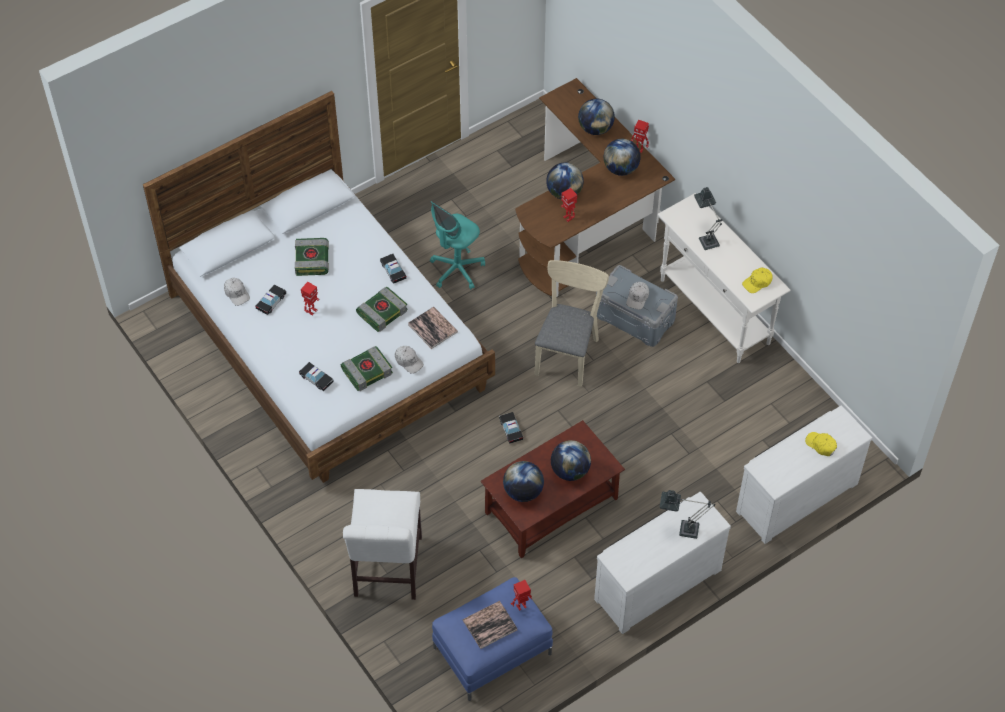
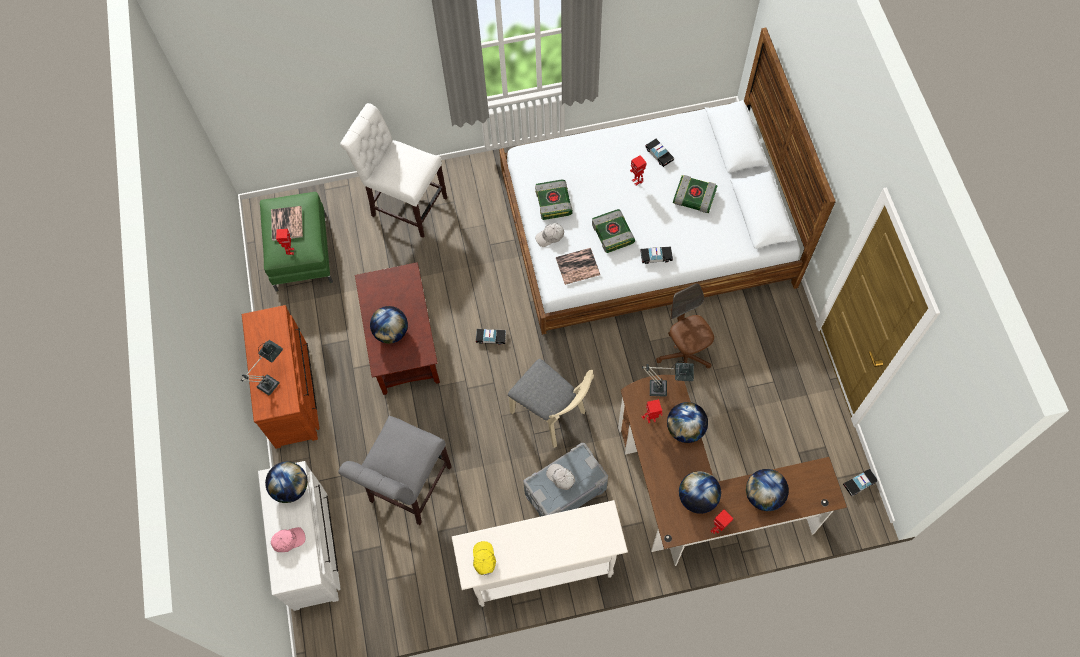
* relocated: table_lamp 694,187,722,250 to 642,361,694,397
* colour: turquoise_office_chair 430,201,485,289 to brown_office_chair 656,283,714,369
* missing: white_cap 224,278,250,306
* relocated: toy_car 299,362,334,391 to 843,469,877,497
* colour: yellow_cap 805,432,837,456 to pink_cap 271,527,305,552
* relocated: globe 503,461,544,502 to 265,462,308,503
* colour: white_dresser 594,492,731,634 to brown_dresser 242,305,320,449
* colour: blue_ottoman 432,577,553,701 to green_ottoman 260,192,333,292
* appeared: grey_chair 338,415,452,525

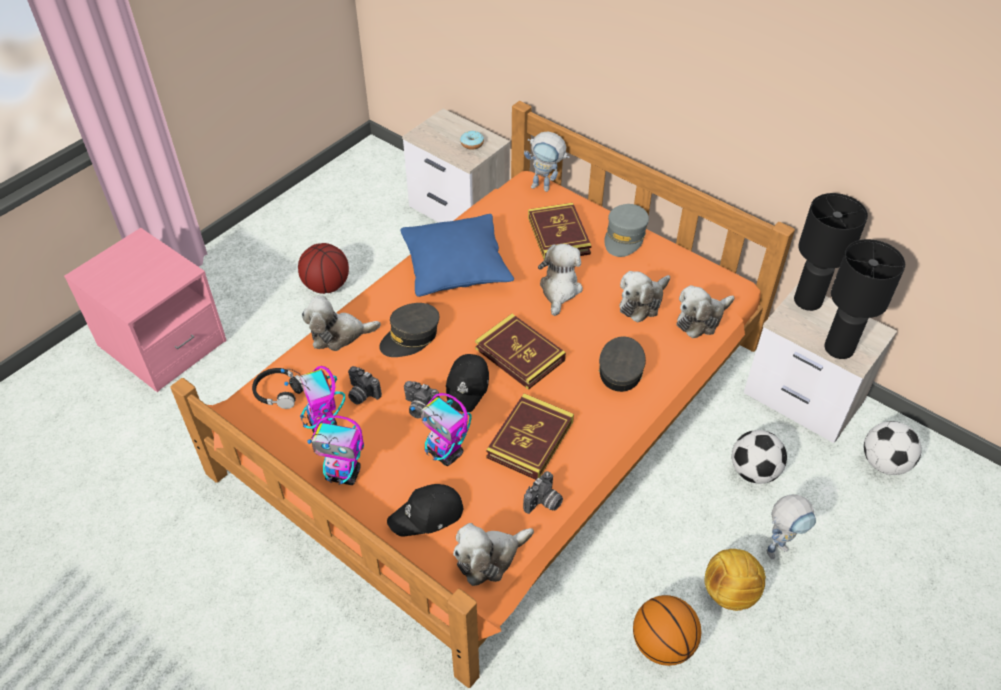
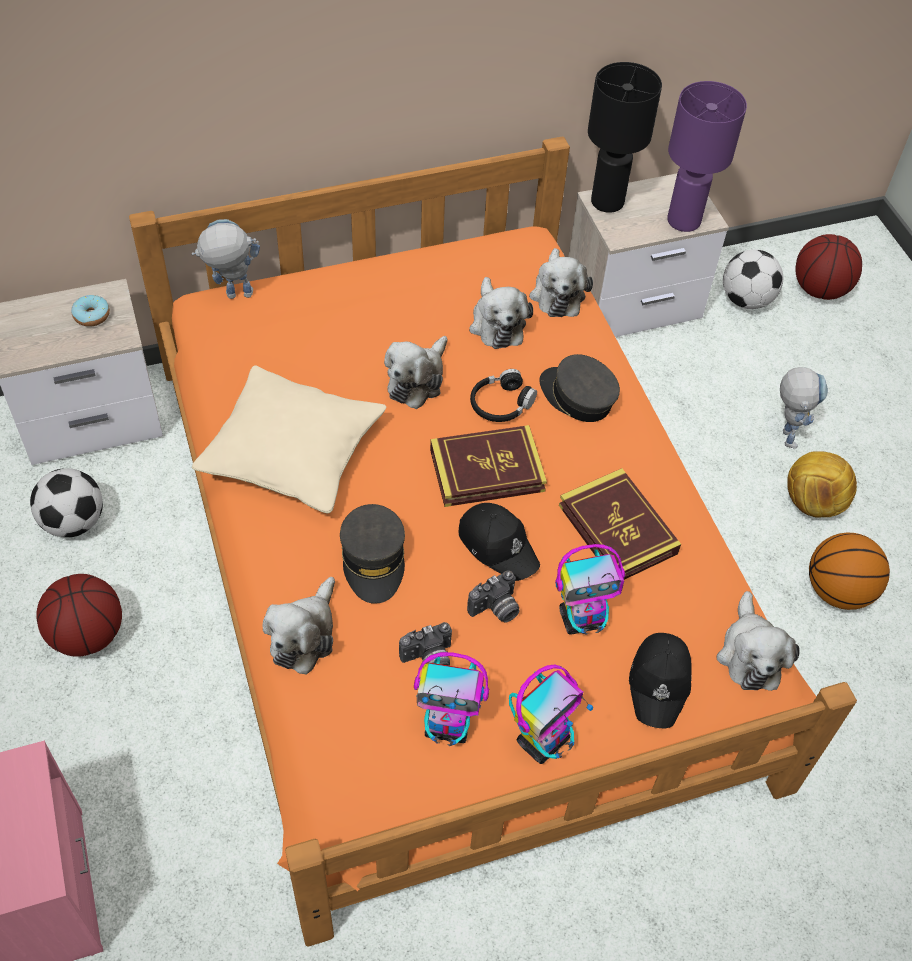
* spun: toy_robot 524,131,570,192 = 192,219,260,299 150 degrees counterclockwise
* missing: book 528,203,592,259
* missing: grey_cap 604,204,649,257
* colour: blue_pillow 400,214,514,297 to beige_pillow 192,365,386,513
* colour: black_table_lamp 824,239,905,359 to purple_table_lamp 667,81,747,232
* spun: plush_toy 538,244,583,316 = 384,336,448,409 105 degrees counterclockwise
* relocated: black_headphones 252,368,304,409 to 470,369,537,422
* relocated: football 732,430,787,484 to 30,468,103,537
* missing: photo_camera 523,471,563,514
* appeared: basketball 796,234,862,300

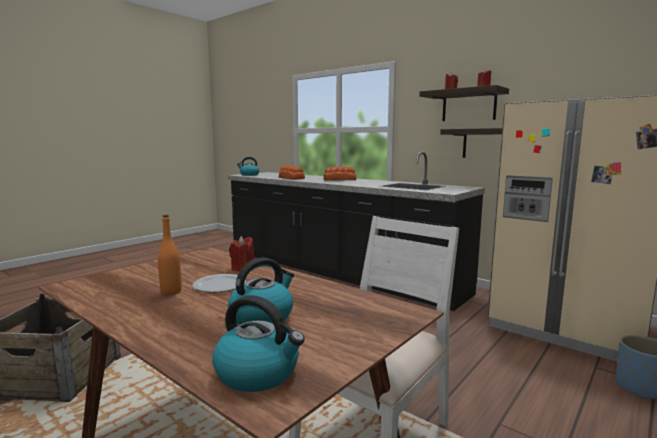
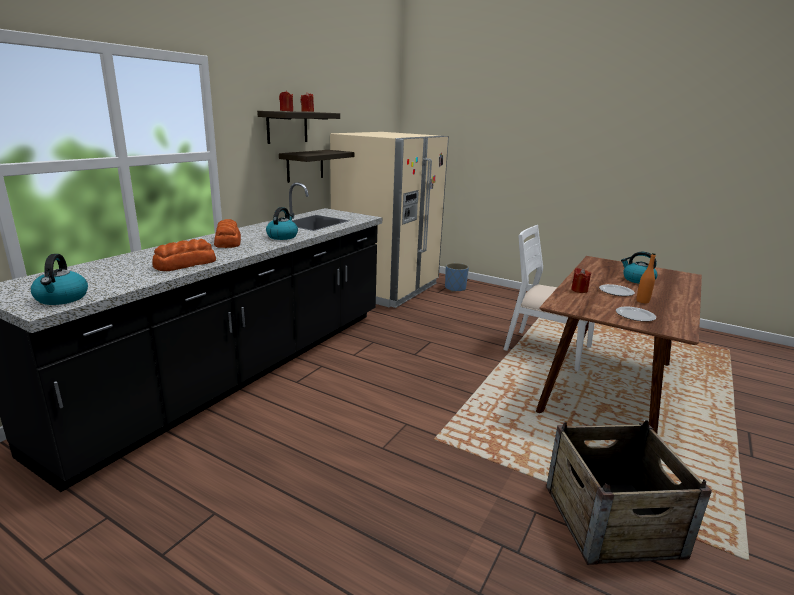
* relocated: kettle 212,295,305,392 to 266,207,298,240
* appeared: plate 616,307,656,322

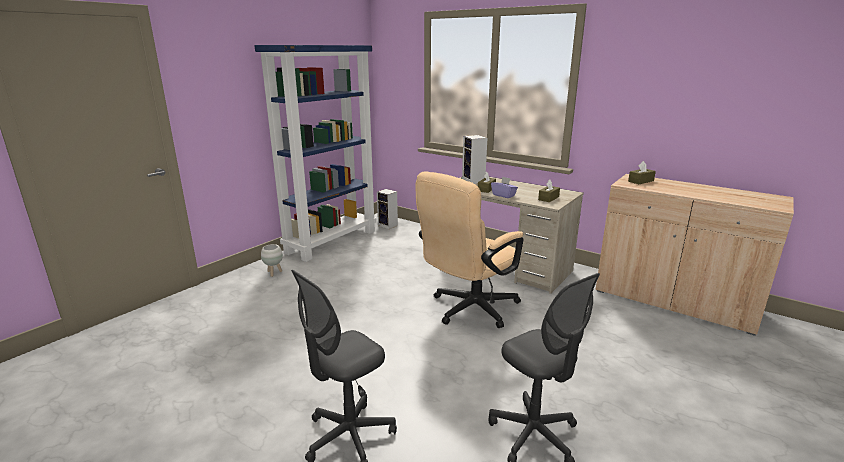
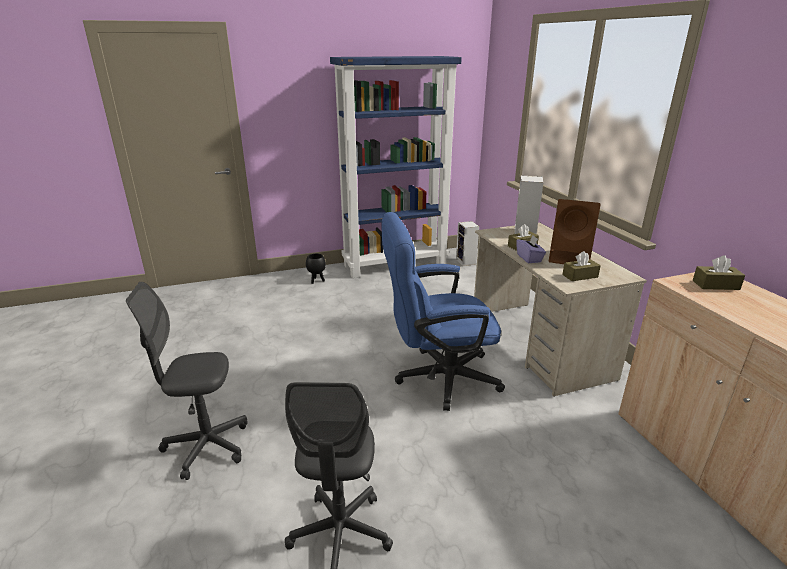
* colour: beige_office_chair 415,172,523,328 to blue_office_chair 381,212,505,411
* colour: white_planter 261,244,283,277 to black_planter 306,254,326,284
* appeared: brown_speaker 549,199,601,264

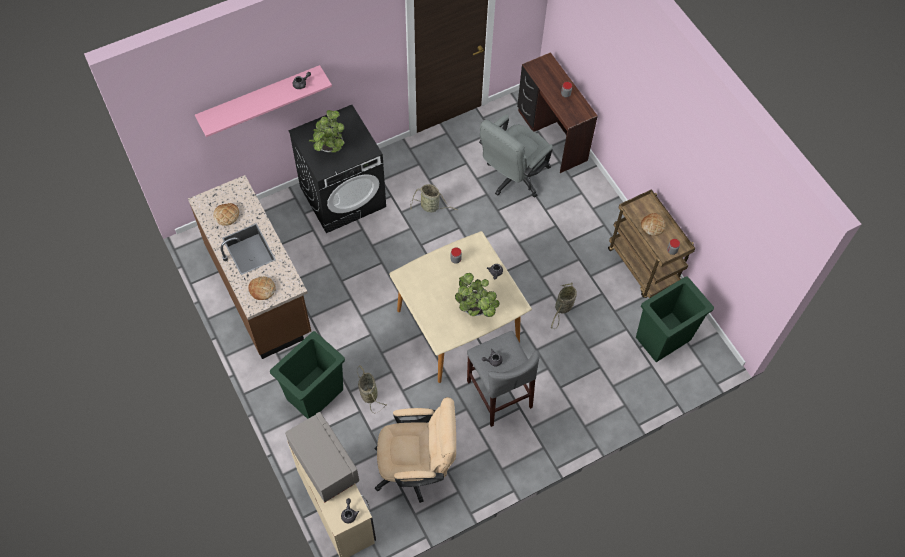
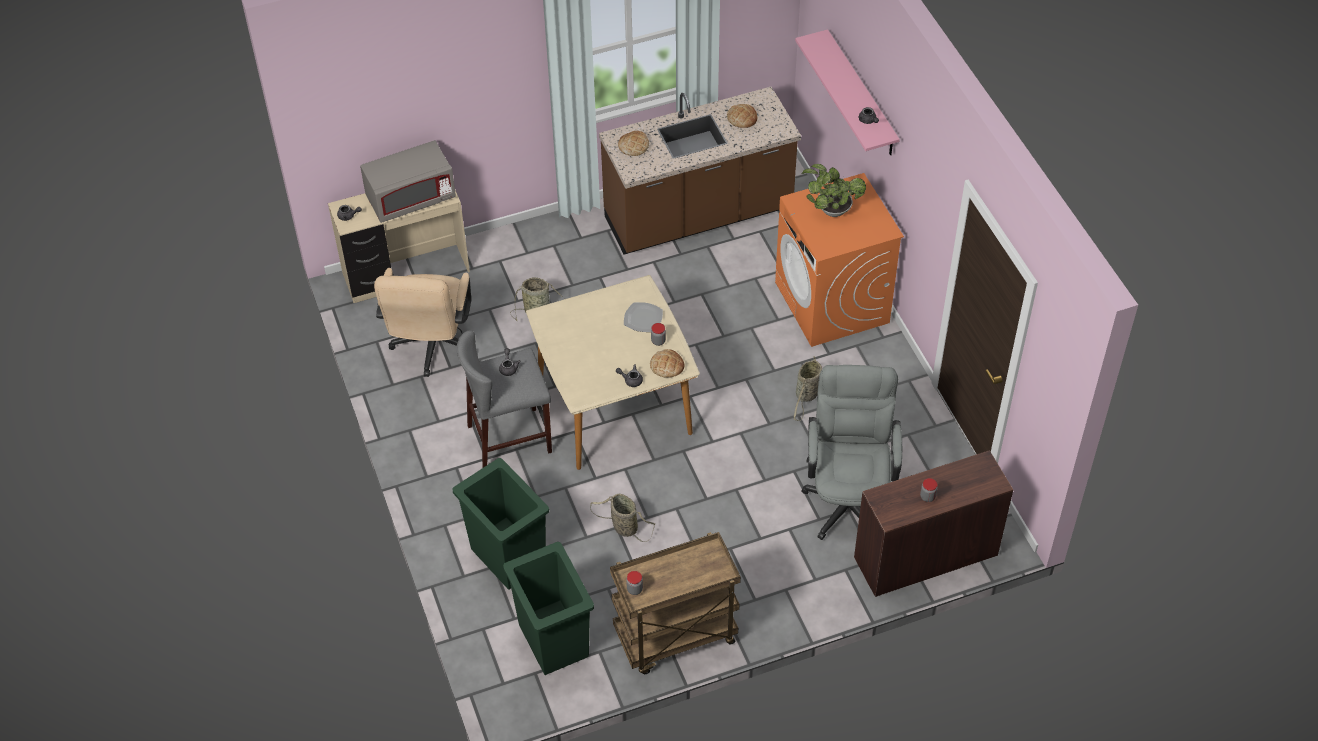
* colour: black_washing_machine 289,105,386,233 to orange_washing_machine 775,173,904,347
* spun: grey_office_chair 479,114,553,197 = 801,365,902,540 45 degrees clockwise
* relocated: bread 641,213,666,236 to 650,349,684,378
* missing: potted_plant 455,273,500,317
* relocated: green_trash_can 270,331,345,419 to 452,458,549,590
* appeared: plate 624,302,663,332

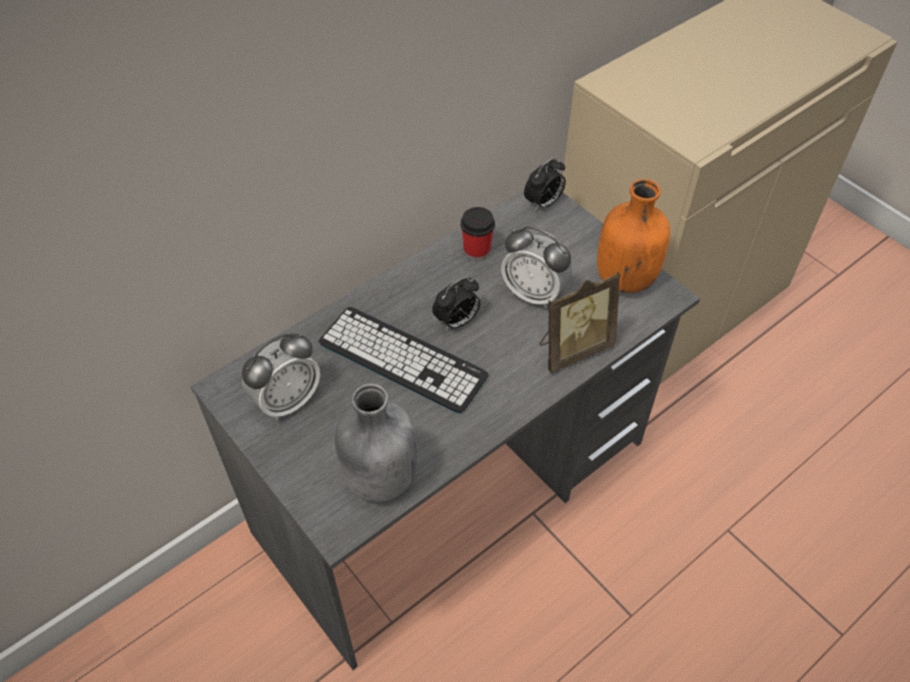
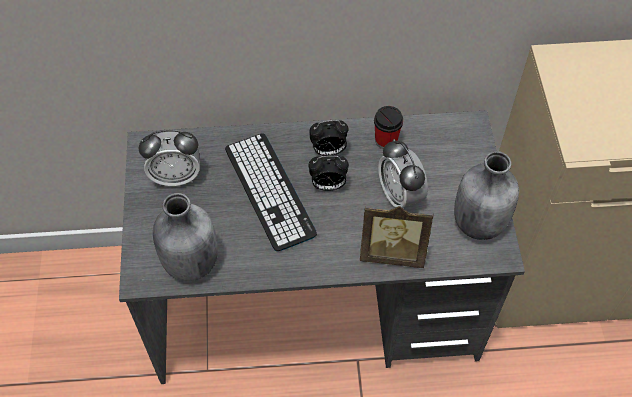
* relocated: alarm_clock 524,157,566,211 to 309,120,349,156
* colour: orange_bottle 597,179,670,293 to grey_bottle 454,151,519,240

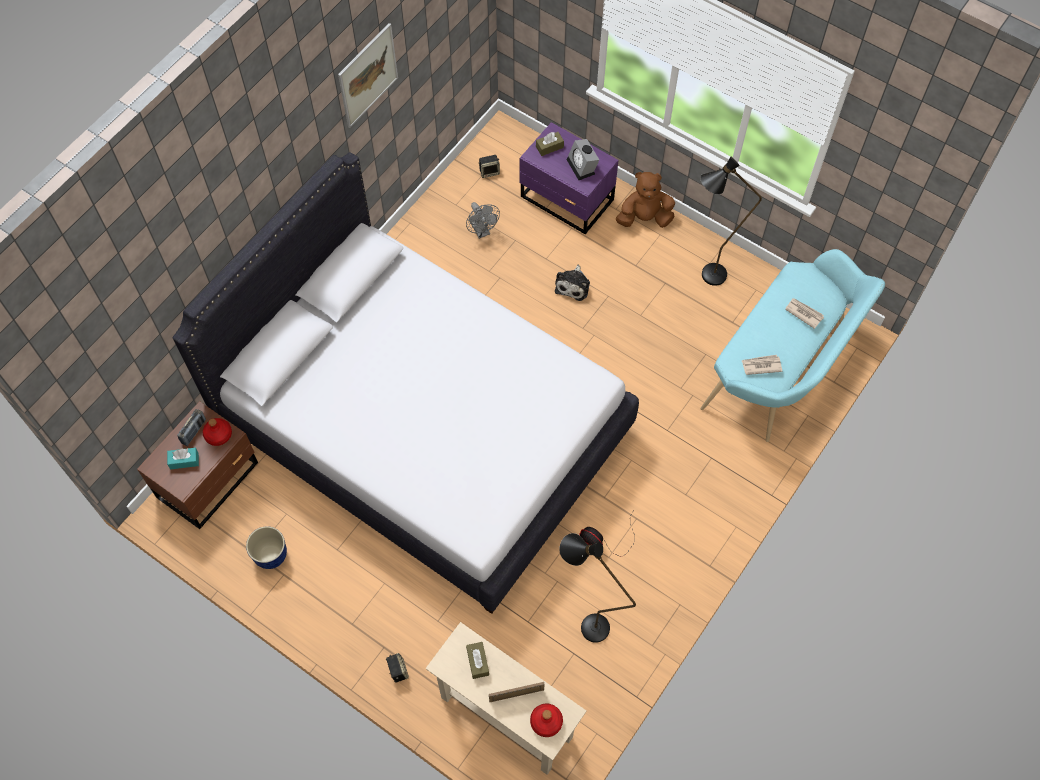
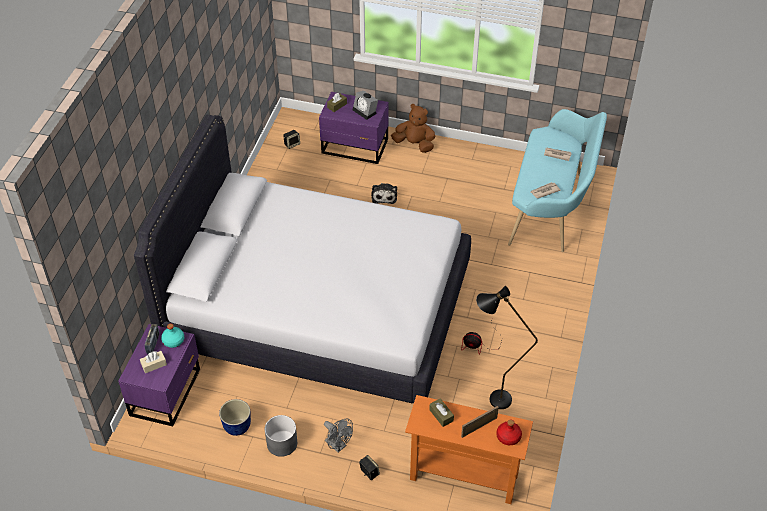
* missing: picture 338,23,398,128
* missing: black_floor_lamp 700,157,762,286
* spun: brown_plush_toy 616,172,675,228 = 391,104,435,153 45 degrees clockwise
* relocated: grey_fan 466,202,500,239 to 324,419,353,453
* colour: brown_nightstand 137,401,258,529 to purple_nightstand 118,324,200,426
* colour: red_bottle 203,418,232,446 to turquoise_bottle 161,324,184,348
* colour: turquoise_tissue_box 167,448,199,469 to beige_tissue_box 140,351,167,373
* colour: beige_console_table 426,622,587,775 to orange_console_table 405,395,533,504
* appeared: grey_planter 265,415,297,457

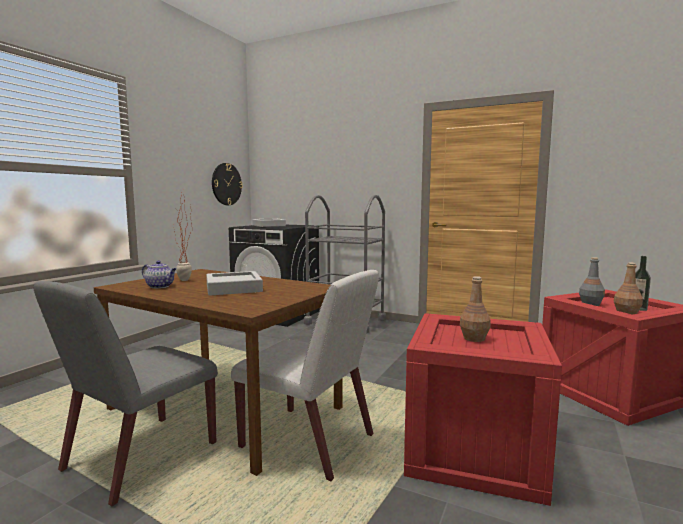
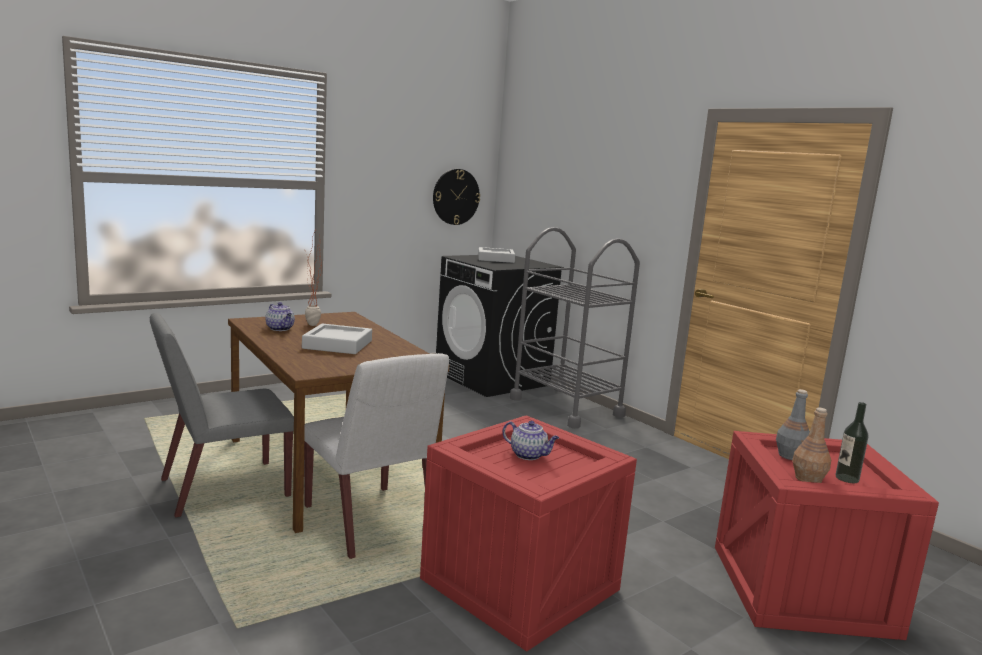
* exchanged: brown_bottle 460,276,490,342 to teapot 503,421,559,460

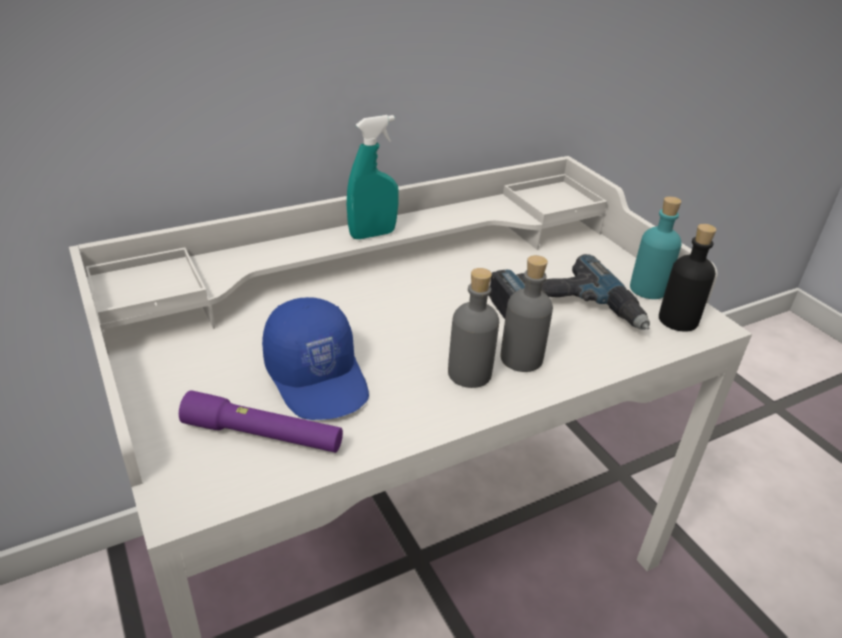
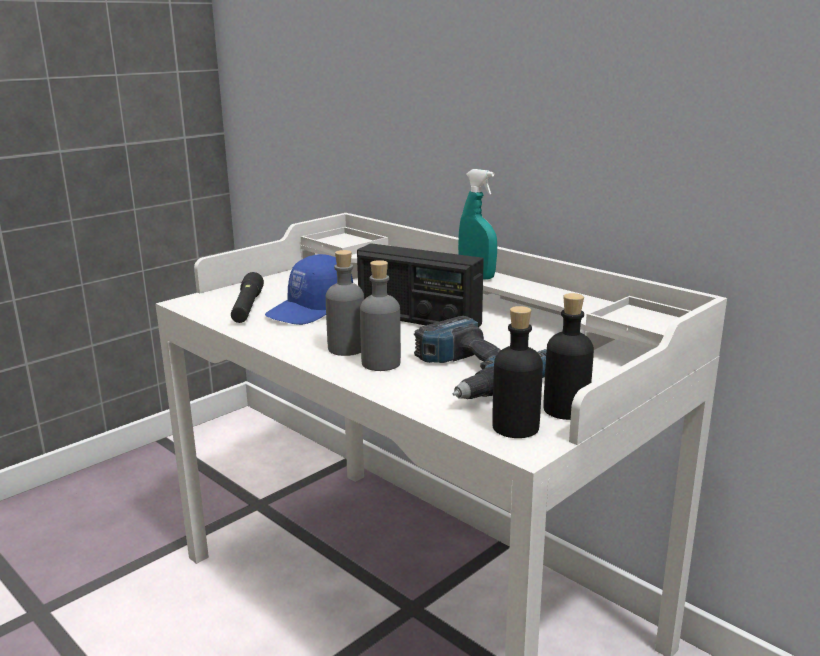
* colour: turquoise_bottle 630,196,682,299 to black_bottle 543,293,594,420
* colour: purple_flashlight 179,390,343,453 to black_flashlight 231,272,264,323
* appeared: radio 357,243,484,327

